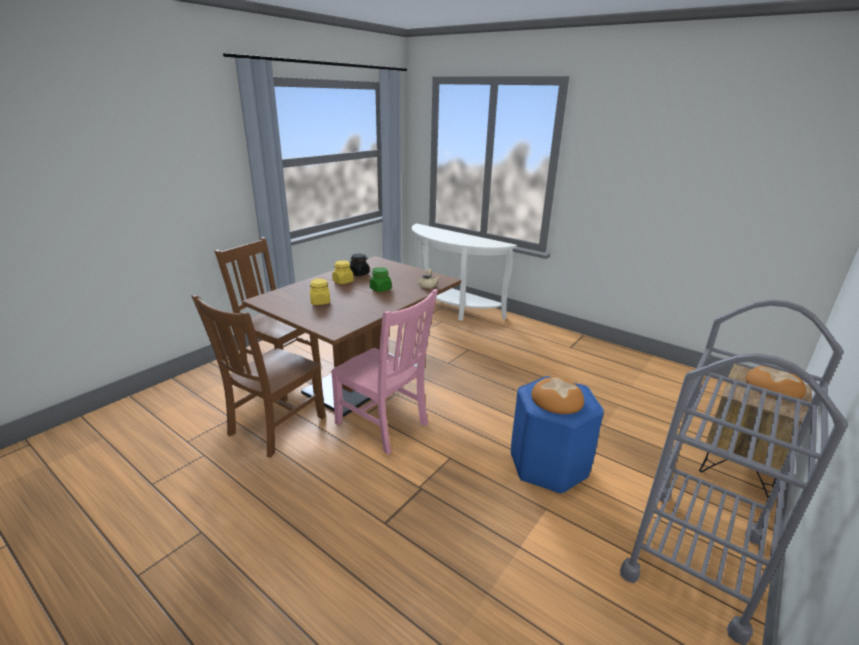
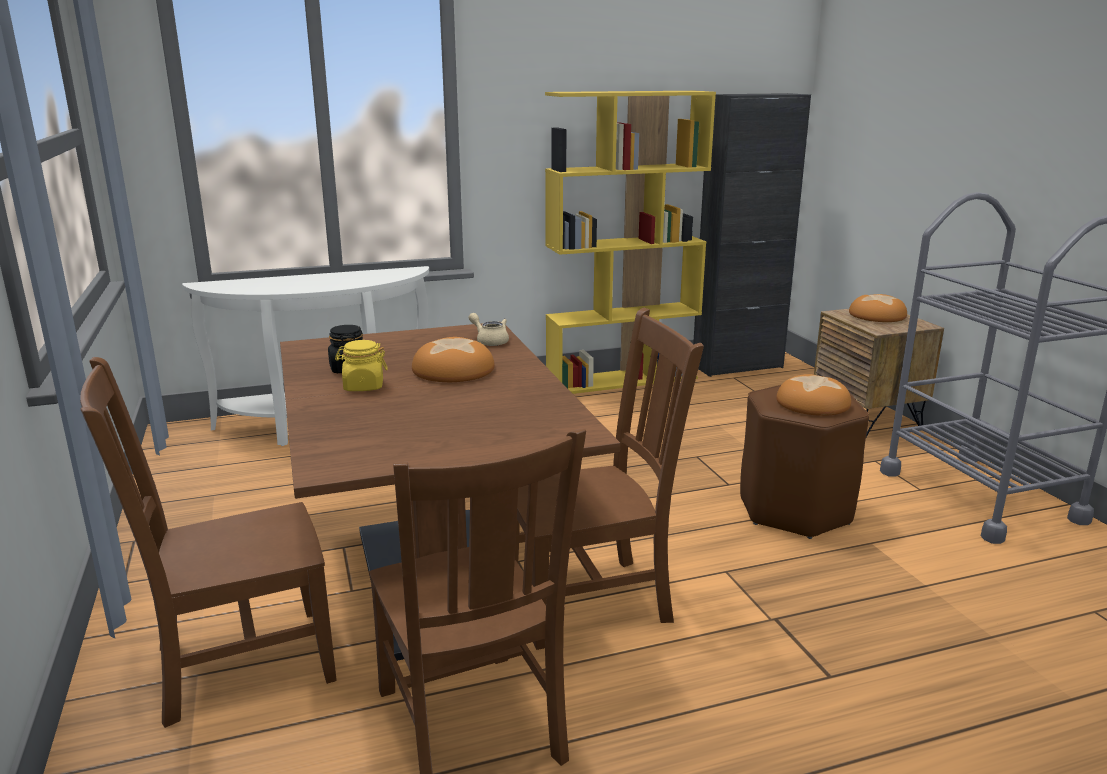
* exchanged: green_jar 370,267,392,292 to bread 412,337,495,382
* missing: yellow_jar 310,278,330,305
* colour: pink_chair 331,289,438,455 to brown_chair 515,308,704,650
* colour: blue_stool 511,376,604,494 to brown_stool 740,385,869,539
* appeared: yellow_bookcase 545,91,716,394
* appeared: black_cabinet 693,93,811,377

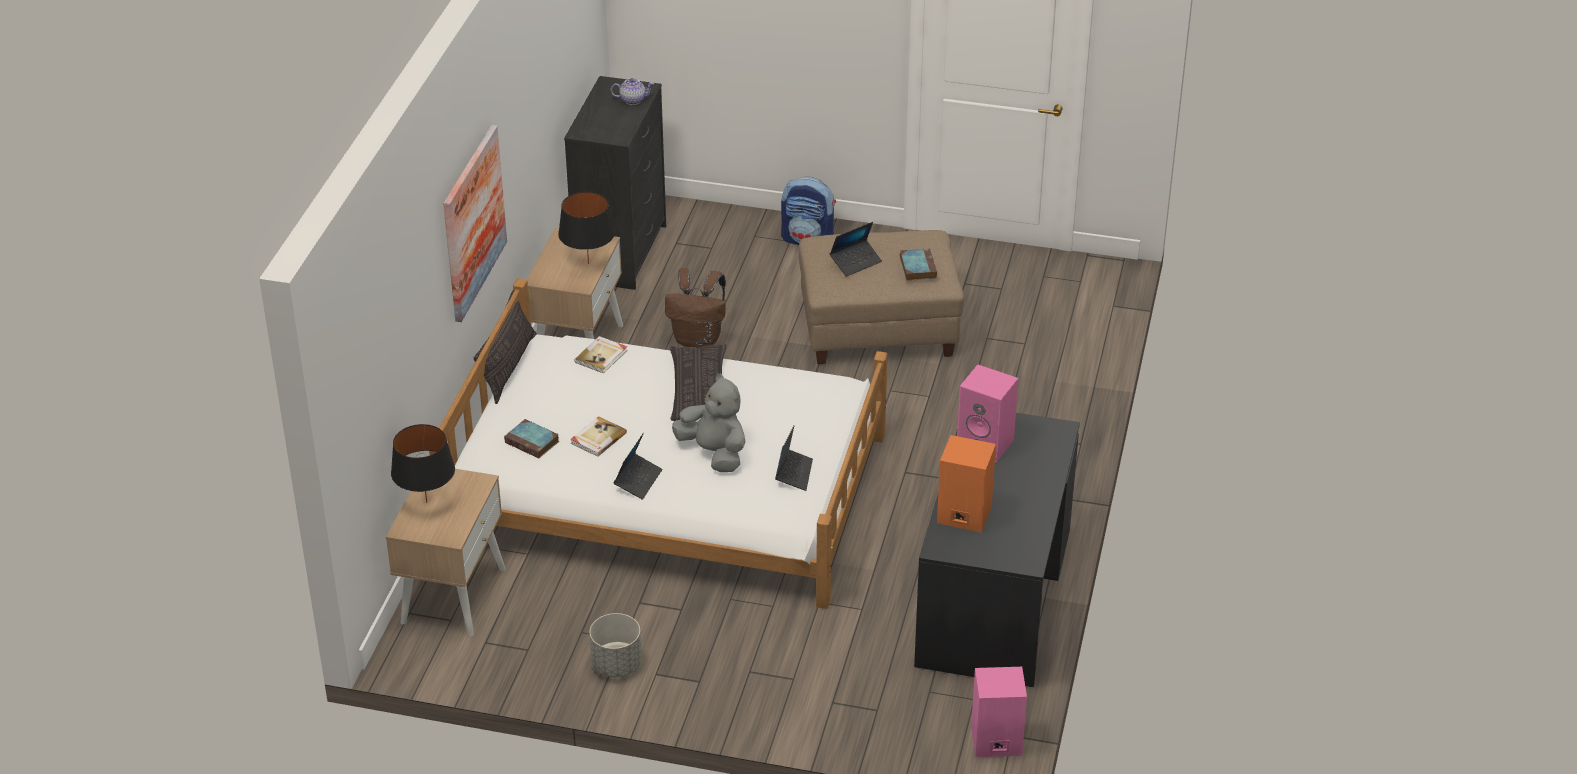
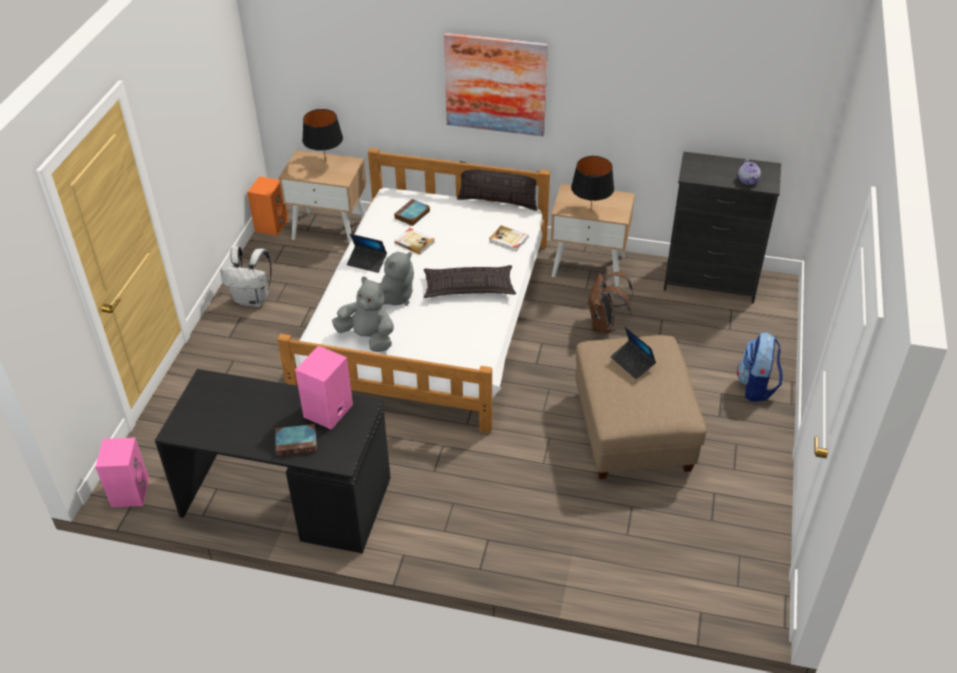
* relocated: book 900,248,937,281 to 275,424,317,456
* exchanged: laptop 775,425,813,491 to grey_plush_toy 332,277,394,352
* relocated: orange_speaker 937,435,996,533 to 247,176,288,236
* exchanged: grey_planter 589,613,642,677 to white_backpack 220,246,271,307

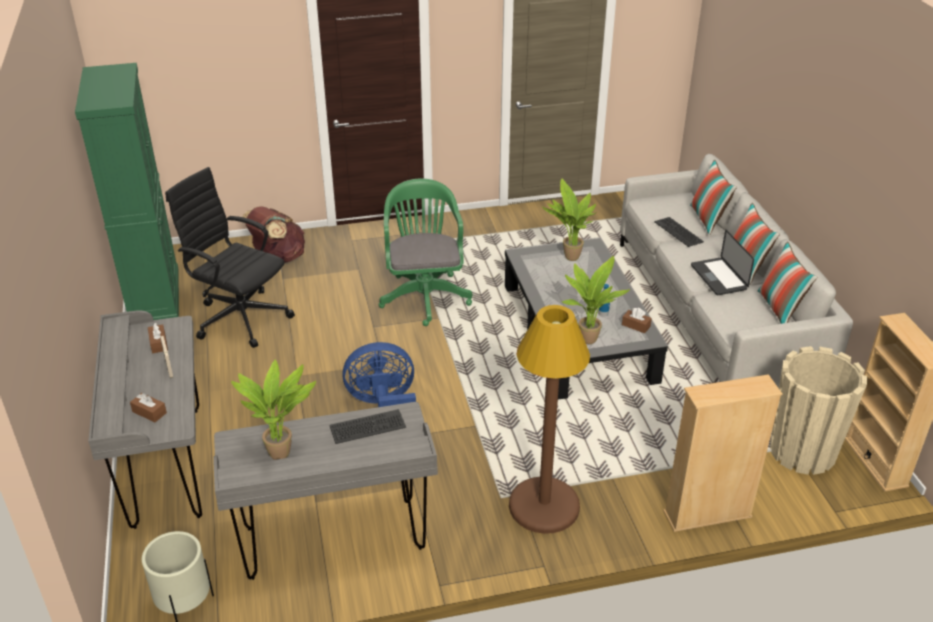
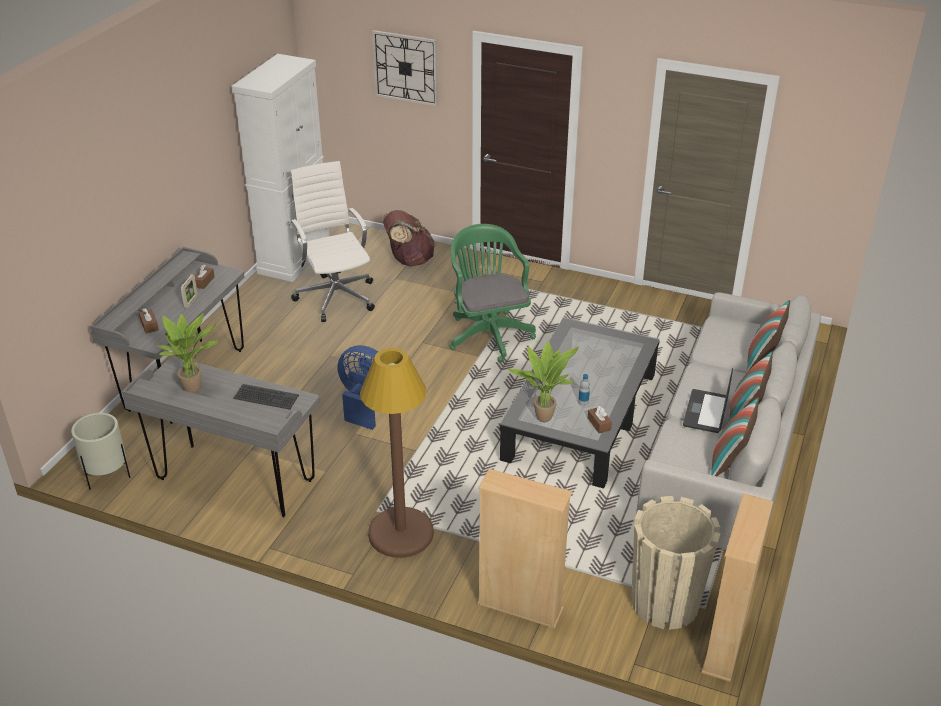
* colour: green_cabinet 75,63,179,320 to white_cabinet 231,54,329,282
* colour: black_office_chair 165,167,295,348 to white_office_chair 290,161,375,322
* spun: green_office_chair 378,179,472,326 = 450,224,536,362 45 degrees counterclockwise
* missing: potted_plant 542,179,597,261
* missing: keyboard 654,217,704,247
* appeared: wall_clock 372,30,438,107

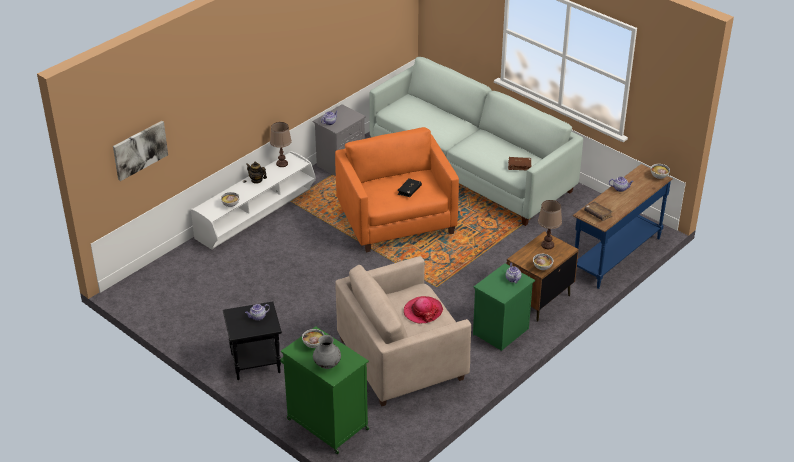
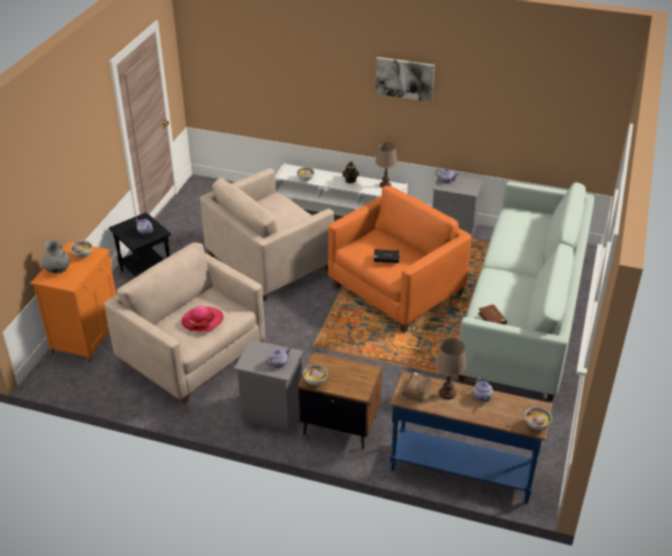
* relocated: picture 113,121,168,181 to 375,57,435,102
* relocated: brown_table_lamp 538,200,562,249 to 435,338,466,399
* colour: green_nightstand 473,263,535,351 to grey_nightstand 234,340,303,431
* colour: green_cabinet 280,326,369,454 to orange_cabinet 31,241,116,363
* appeared: beige_armchair 200,168,334,302

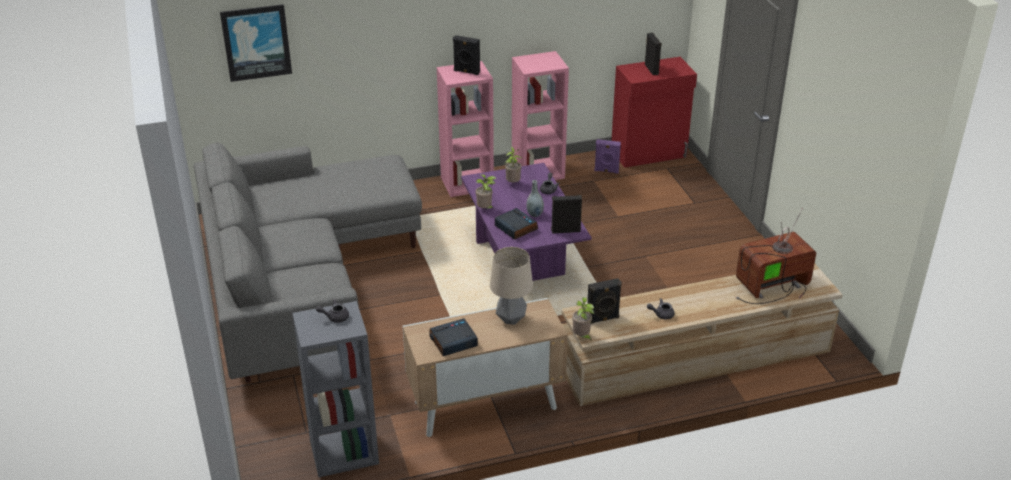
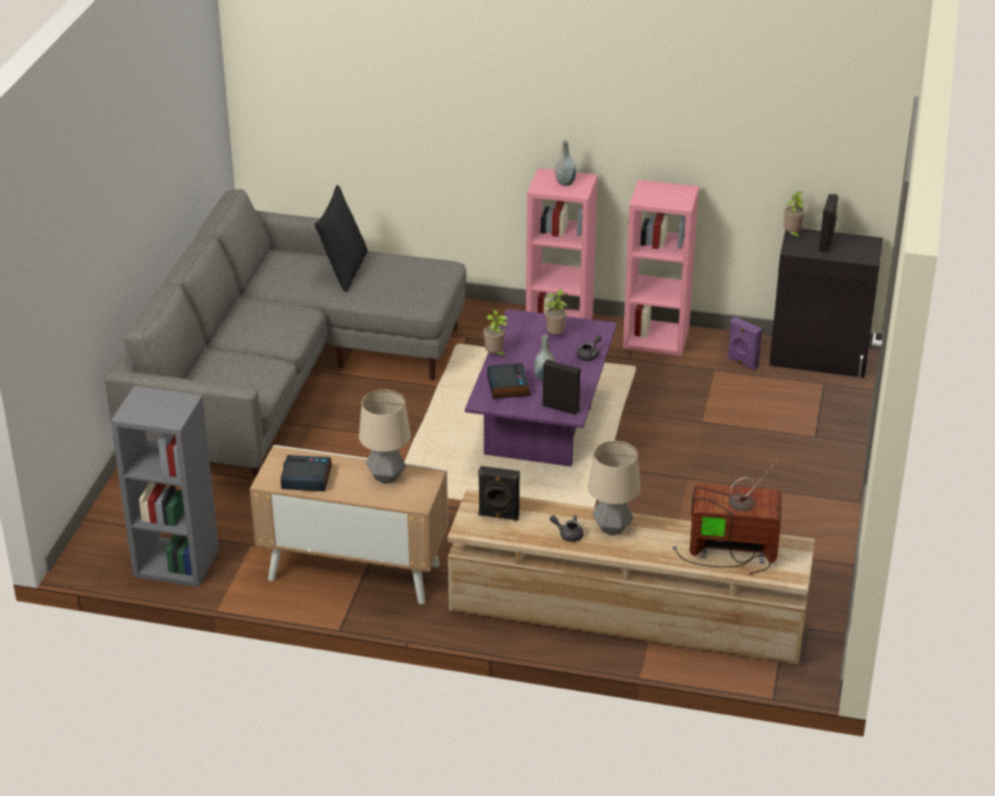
* missing: picture 220,4,292,82
* exchanged: black_speaker 453,35,480,75 to grey_vase 555,140,576,186
* colour: red_cabinet 611,57,697,168 to black_cabinet 769,229,883,378
* relocated: potted_plant 572,297,594,340 to 784,191,805,239
* missing: grey_teapot 316,299,349,323
* appeared: black_pillow 314,185,368,292
* appeared: table_lamp 588,441,641,536

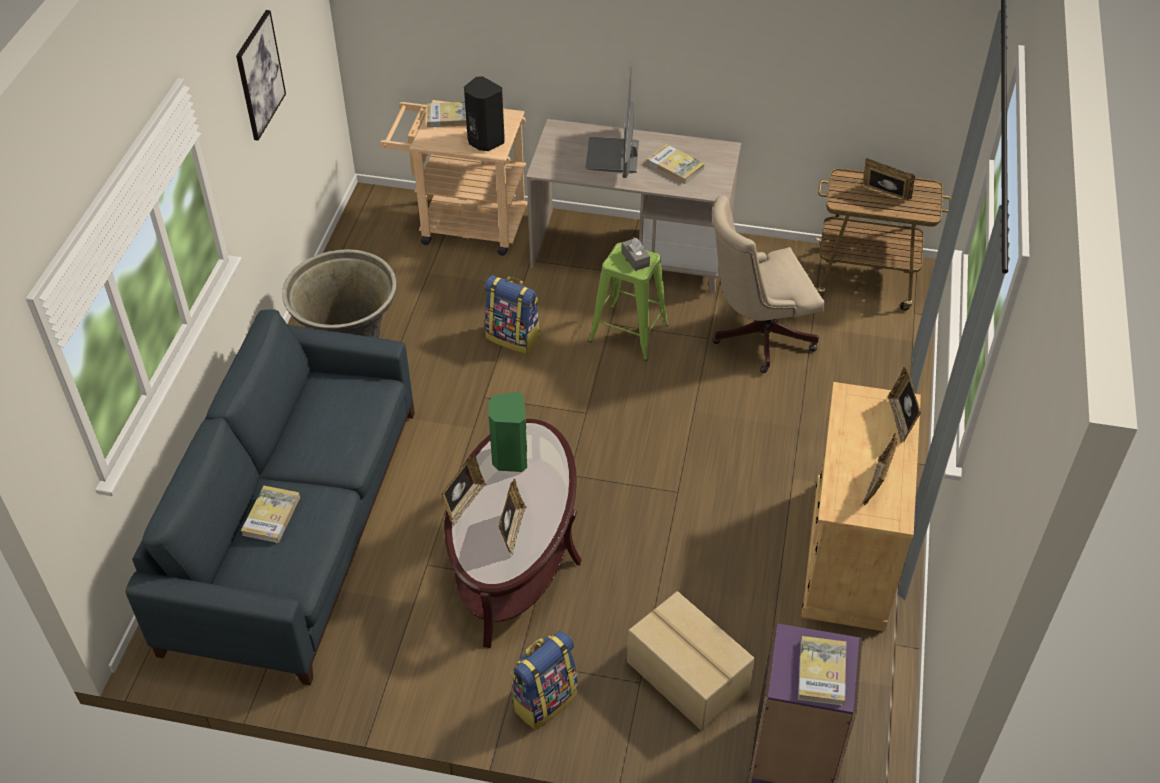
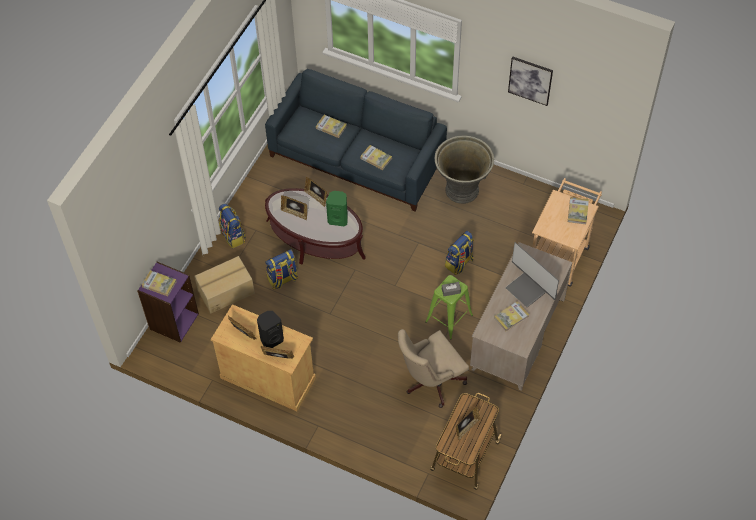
* spun: monitor 585,67,639,178 = 505,242,559,307 150 degrees counterclockwise
* relocated: black_speaker 464,76,505,151 to 257,311,284,348
* spun: beige_office_chair 712,195,825,373 = 398,329,469,408 120 degrees counterclockwise
* appeared: book 360,145,392,170
* appeared: backpack 265,249,298,289

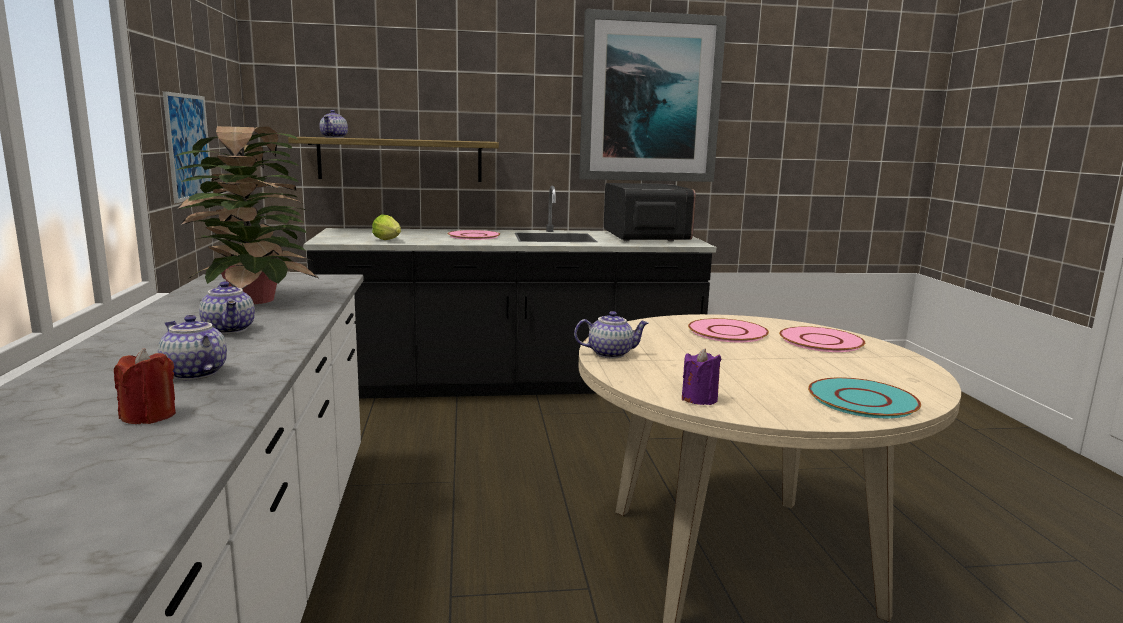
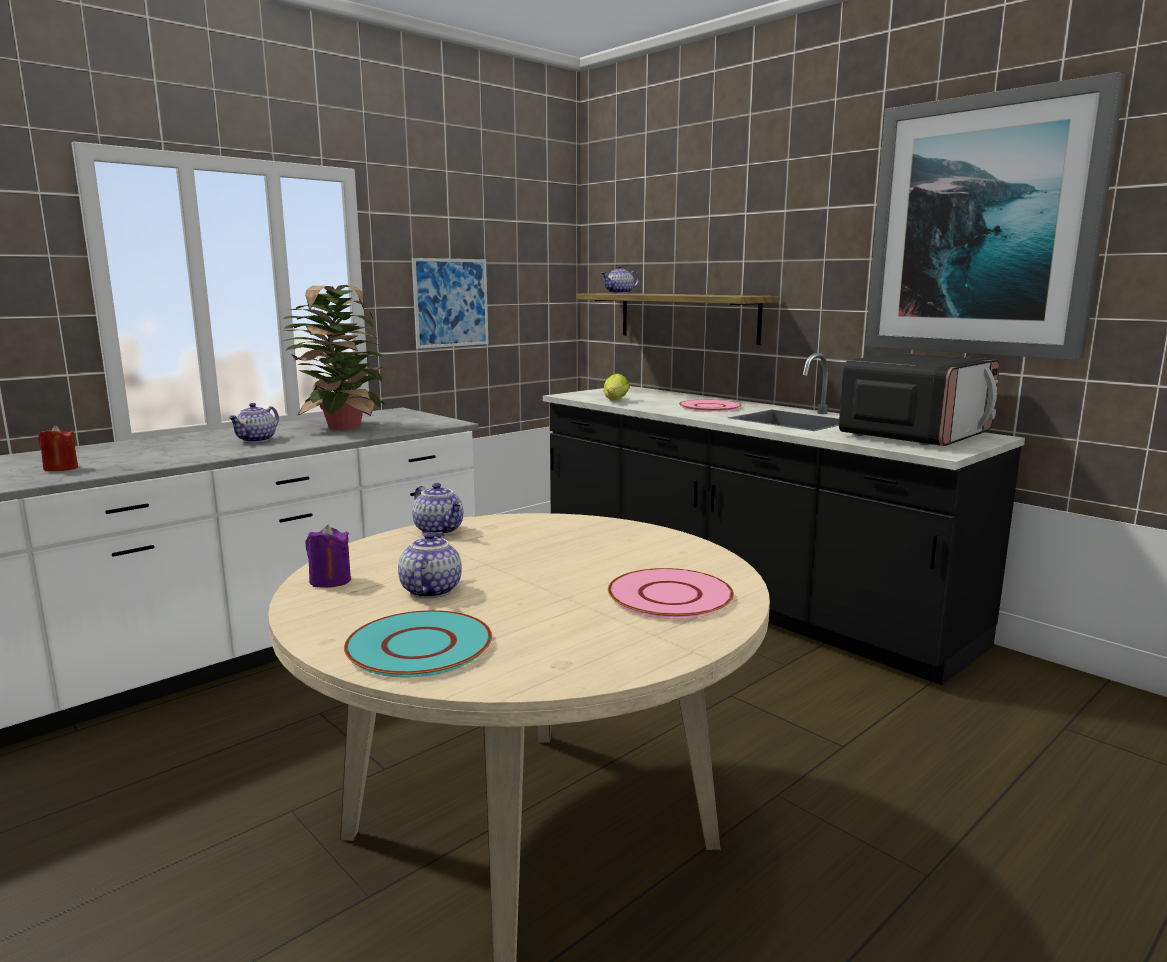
* relocated: teapot 158,315,227,380 to 398,532,462,598
* missing: pink_plate 688,318,769,342

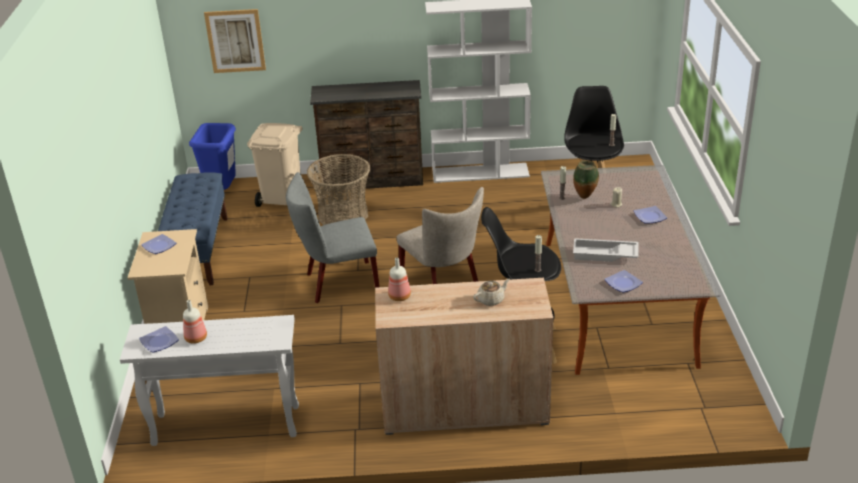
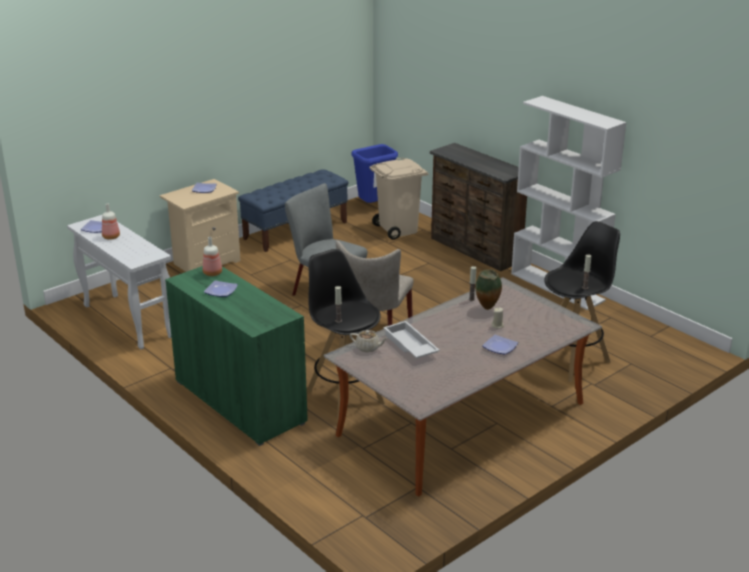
* missing: picture 204,9,266,73
* missing: basket 307,154,371,225
* relocated: plate 604,270,643,293 to 204,280,238,297
* colour: beige_cabinet 375,278,553,435 to green_cabinet 165,266,308,446
* relocated: beige_teapot 473,278,510,306 to 350,330,388,352

